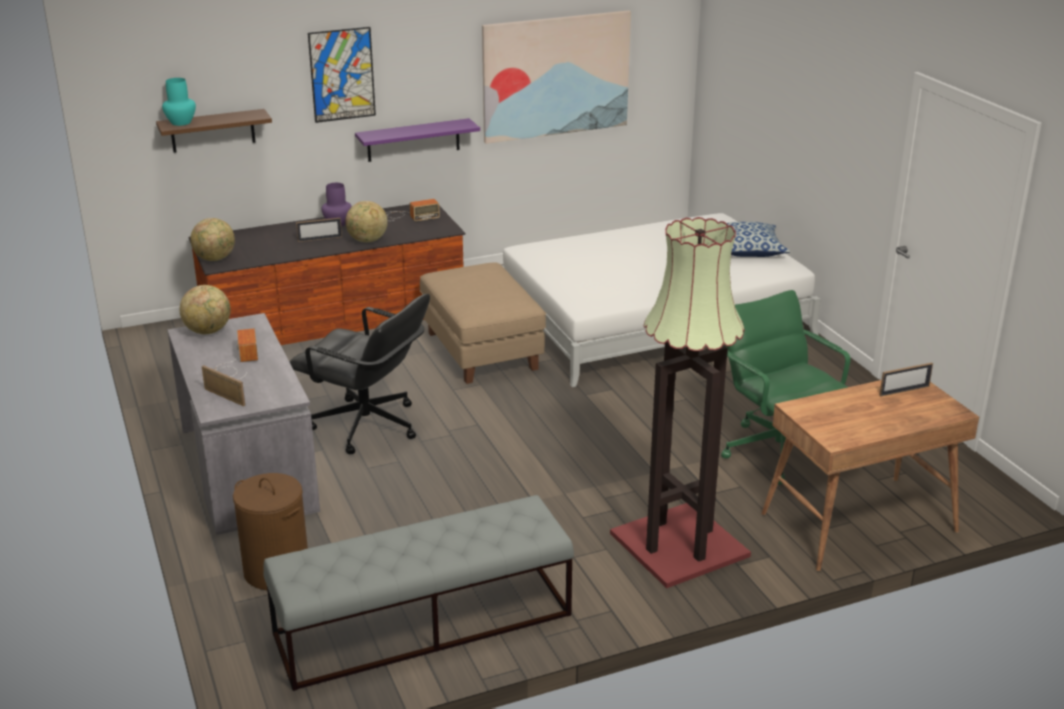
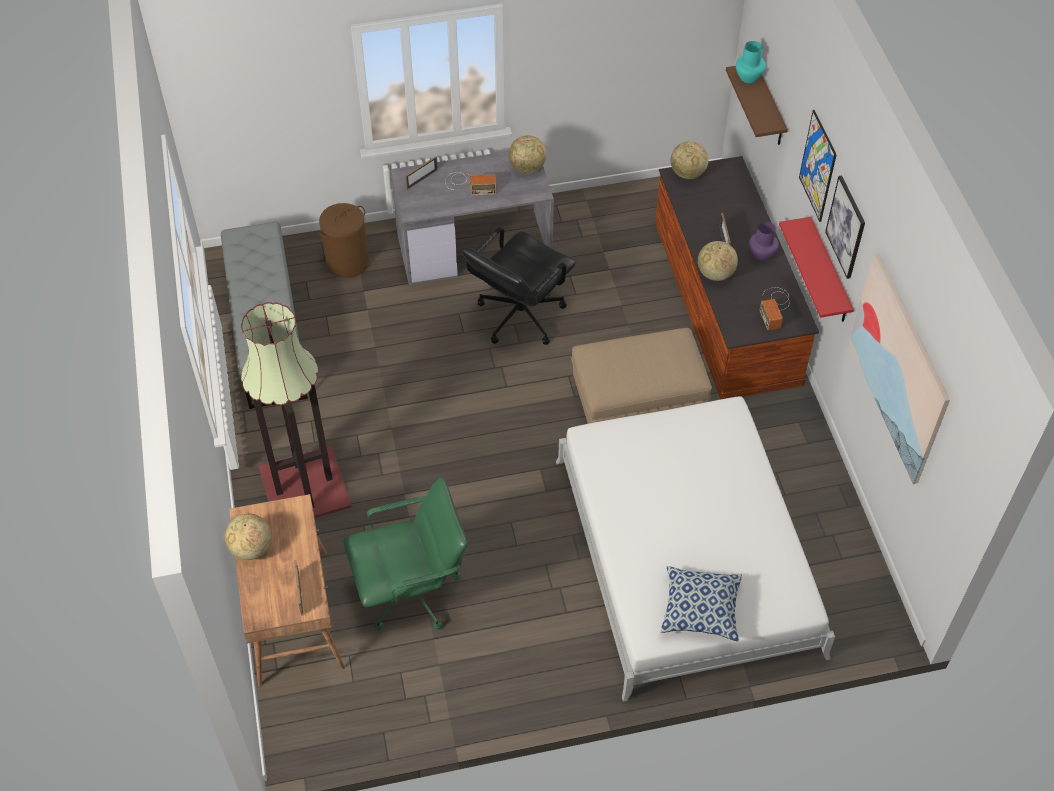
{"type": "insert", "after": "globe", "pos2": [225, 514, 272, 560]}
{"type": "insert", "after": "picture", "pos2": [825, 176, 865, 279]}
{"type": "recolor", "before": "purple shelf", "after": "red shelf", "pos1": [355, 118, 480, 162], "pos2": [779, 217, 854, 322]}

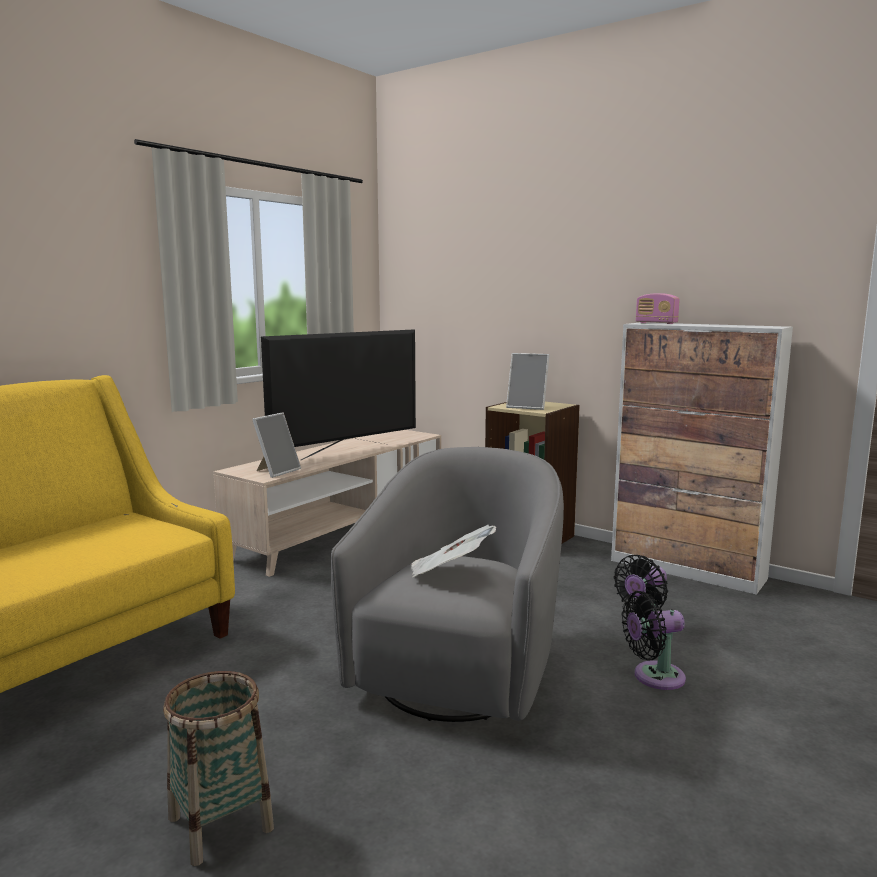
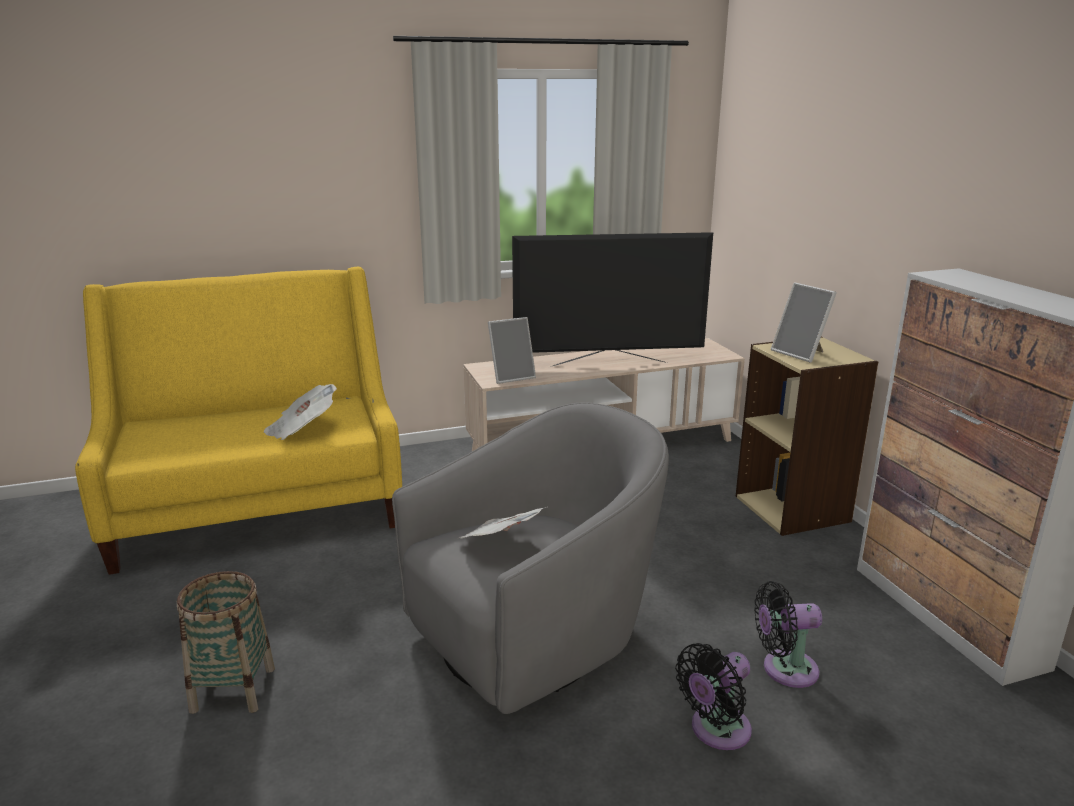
{"type": "delete", "before": "radio", "pos1": [636, 293, 680, 324]}
{"type": "insert", "after": "newspaper", "pos2": [264, 384, 337, 440]}
{"type": "rotate", "before": "black fan", "pos1": [622, 591, 686, 690], "pos2": [675, 643, 752, 750], "turn": -60}

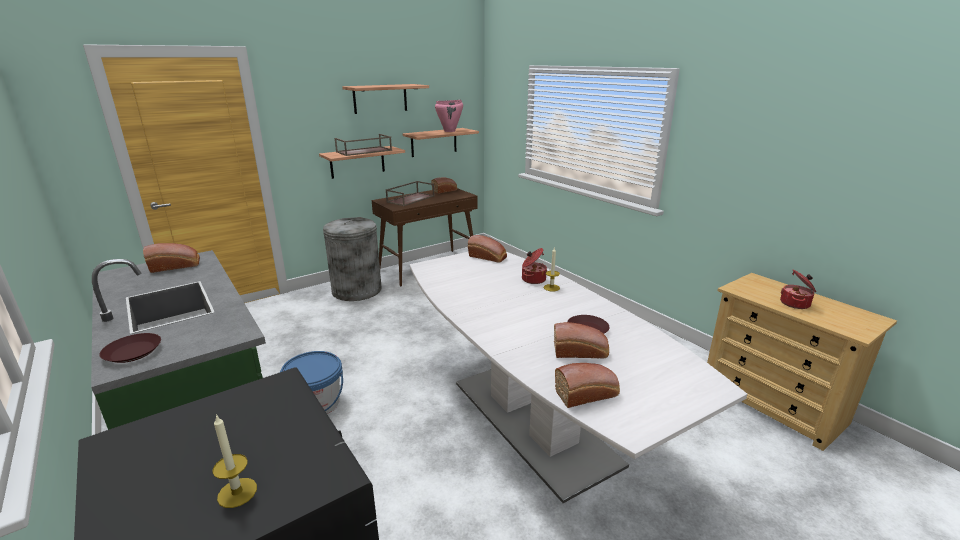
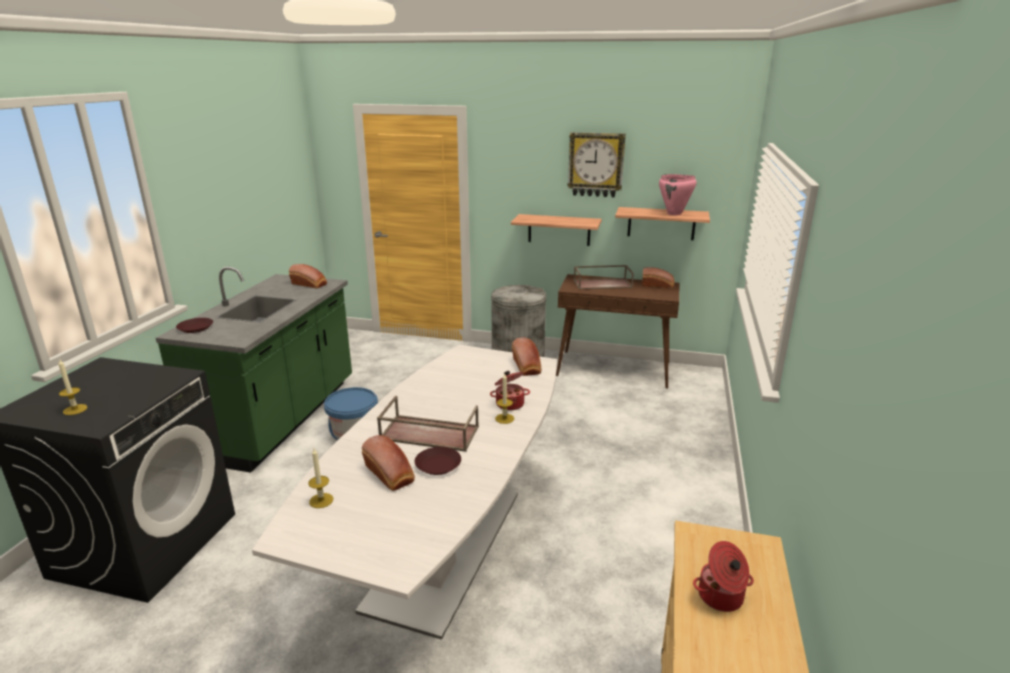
{"type": "move", "before": "brown tray", "pos1": [335, 134, 392, 156], "pos2": [377, 396, 479, 452]}
{"type": "replace", "before": "shelf", "after": "wall clock", "pos1": [342, 84, 429, 114], "pos2": [567, 132, 626, 197]}
{"type": "replace", "before": "bread", "after": "candle", "pos1": [555, 363, 620, 408], "pos2": [308, 448, 333, 508]}

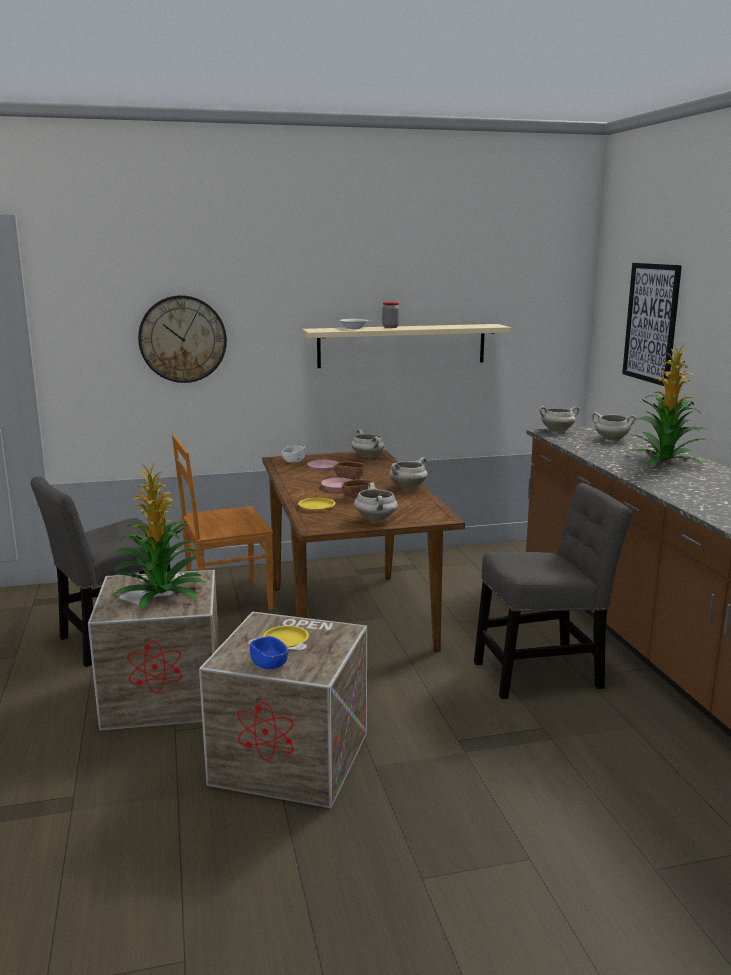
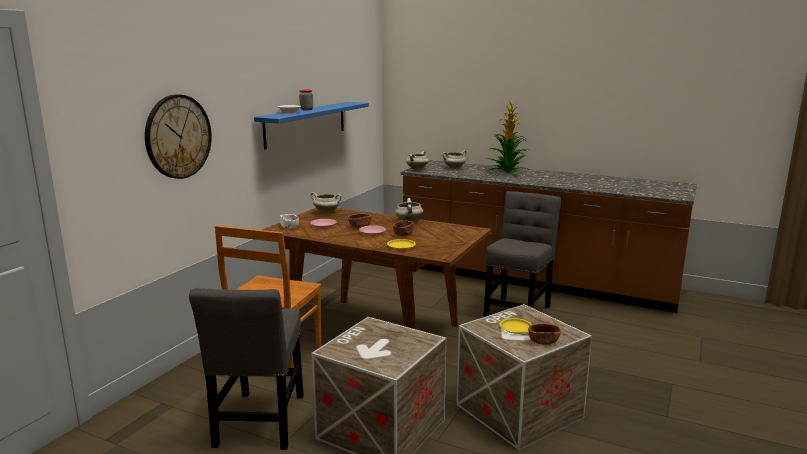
{"type": "delete", "before": "potted plant", "pos1": [113, 462, 207, 609]}
{"type": "delete", "before": "white cooking pot", "pos1": [354, 482, 398, 522]}
{"type": "delete", "before": "picture", "pos1": [622, 263, 682, 386]}
{"type": "recolor", "before": "blue bowl", "after": "brown bowl", "pos1": [250, 636, 288, 669], "pos2": [528, 323, 561, 345]}
{"type": "recolor", "before": "beige shelf", "after": "blue shelf", "pos1": [302, 324, 511, 368], "pos2": [254, 102, 369, 149]}

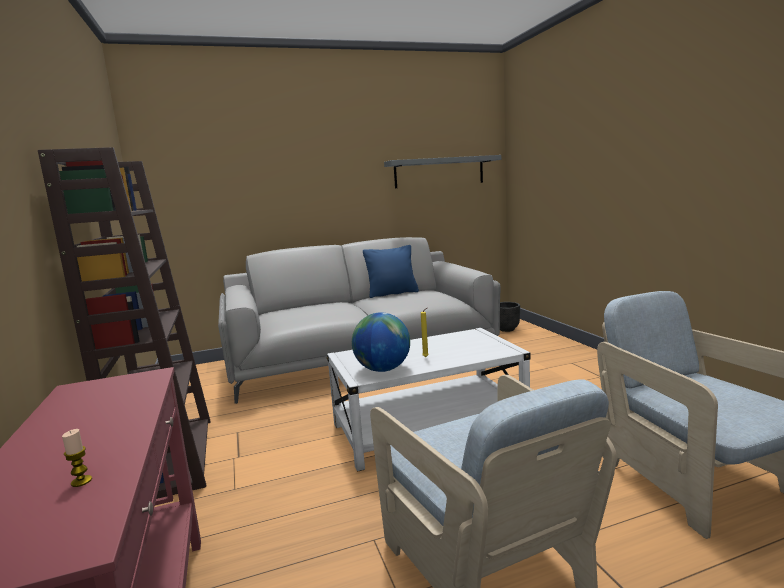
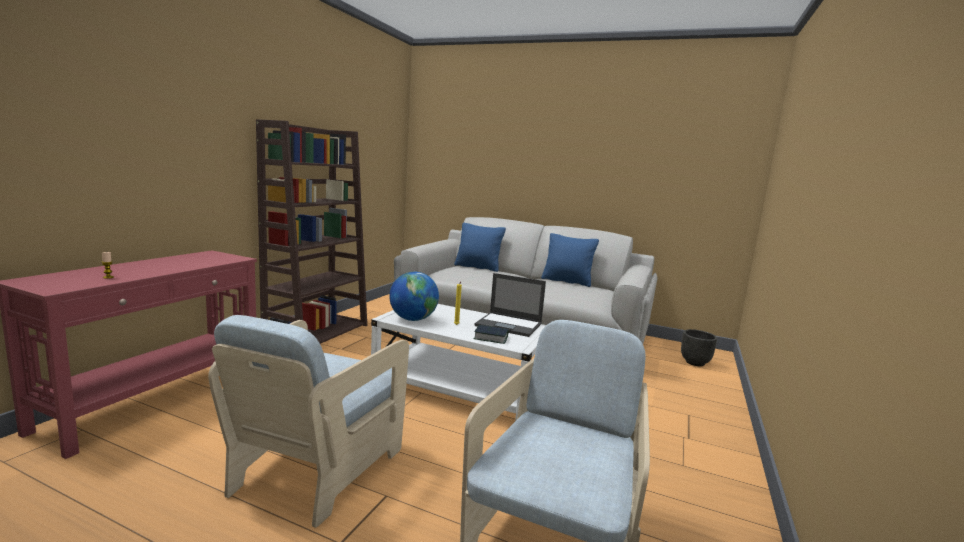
{"type": "delete", "before": "grey shelf", "pos1": [384, 155, 501, 188]}
{"type": "insert", "after": "blue pillow", "pos2": [454, 223, 506, 272]}
{"type": "insert", "after": "laptop", "pos2": [474, 273, 546, 337]}
{"type": "insert", "after": "book", "pos2": [474, 325, 509, 344]}

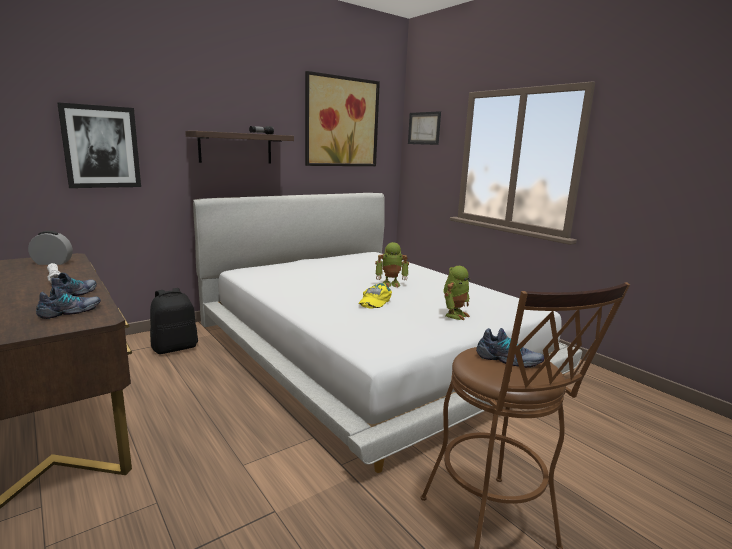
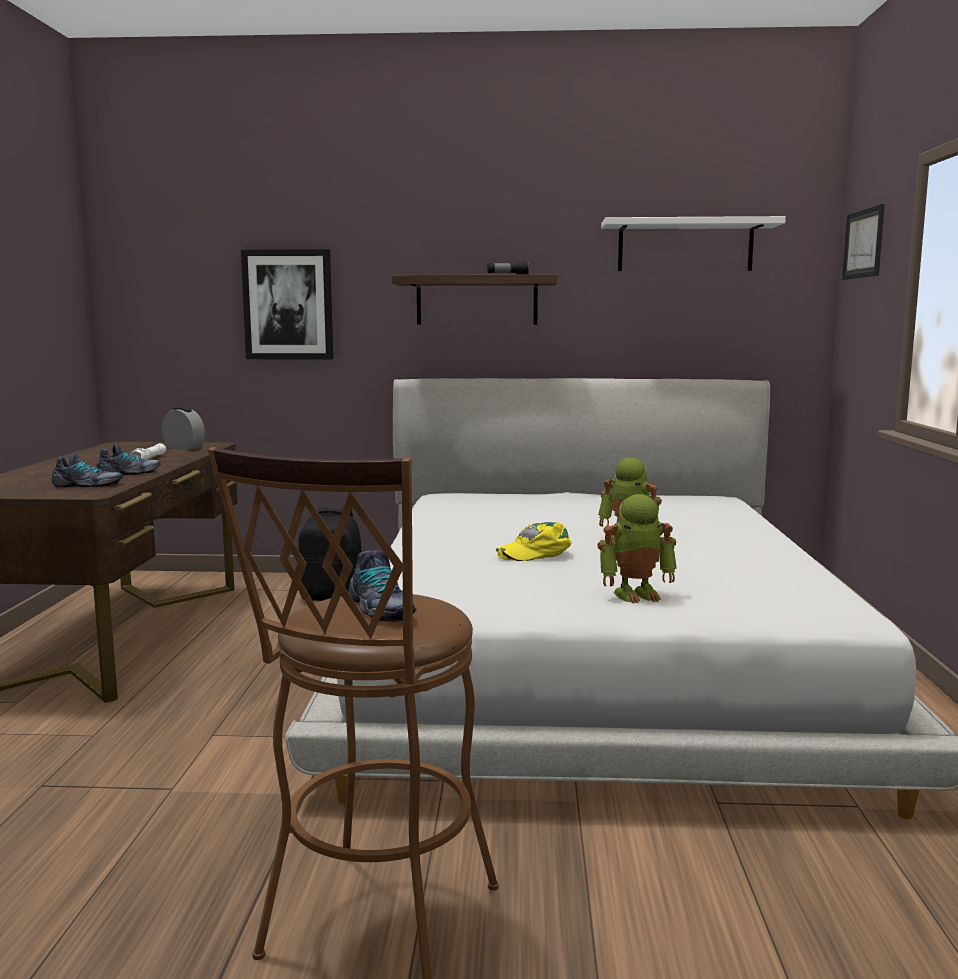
{"type": "replace", "before": "picture", "after": "white shelf", "pos1": [305, 71, 380, 166], "pos2": [601, 216, 786, 271]}

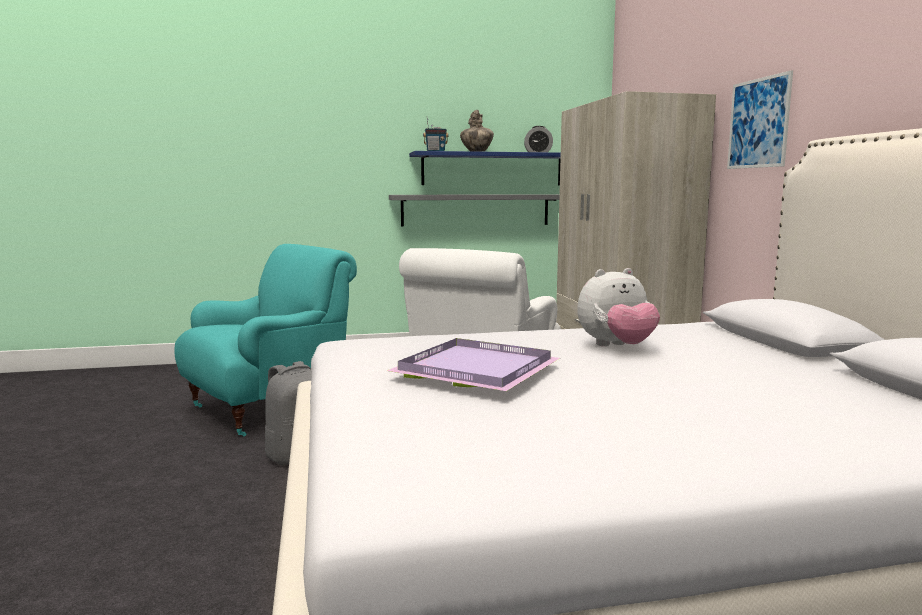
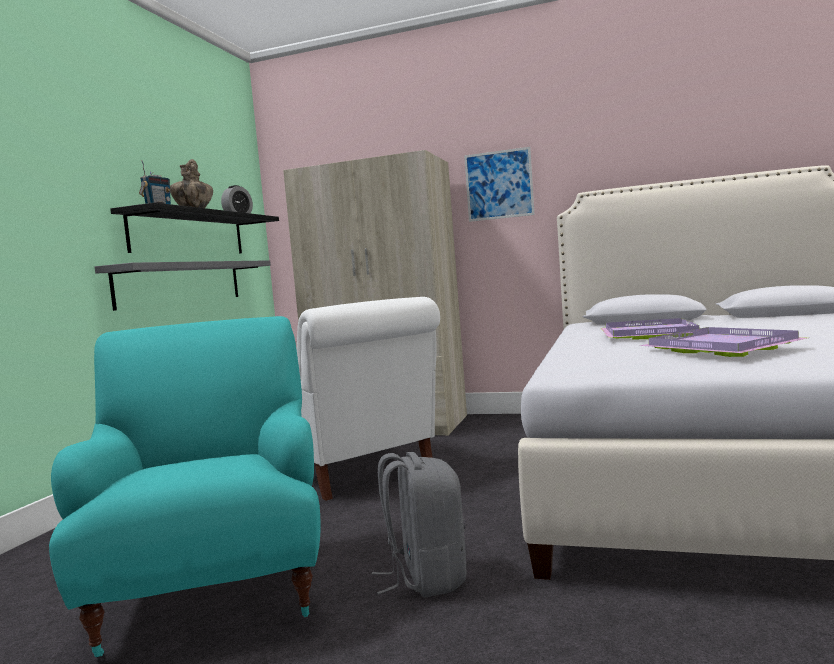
{"type": "replace", "before": "plush toy", "after": "purple tray", "pos1": [577, 268, 660, 346], "pos2": [601, 318, 699, 340]}
{"type": "recolor", "before": "blue shelf", "after": "black shelf", "pos1": [409, 151, 561, 185], "pos2": [110, 203, 279, 253]}

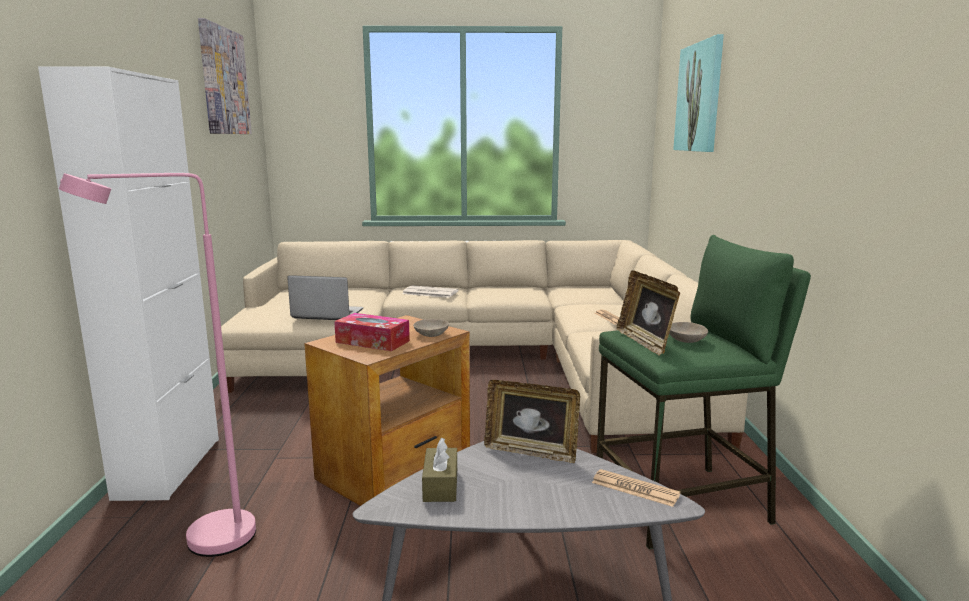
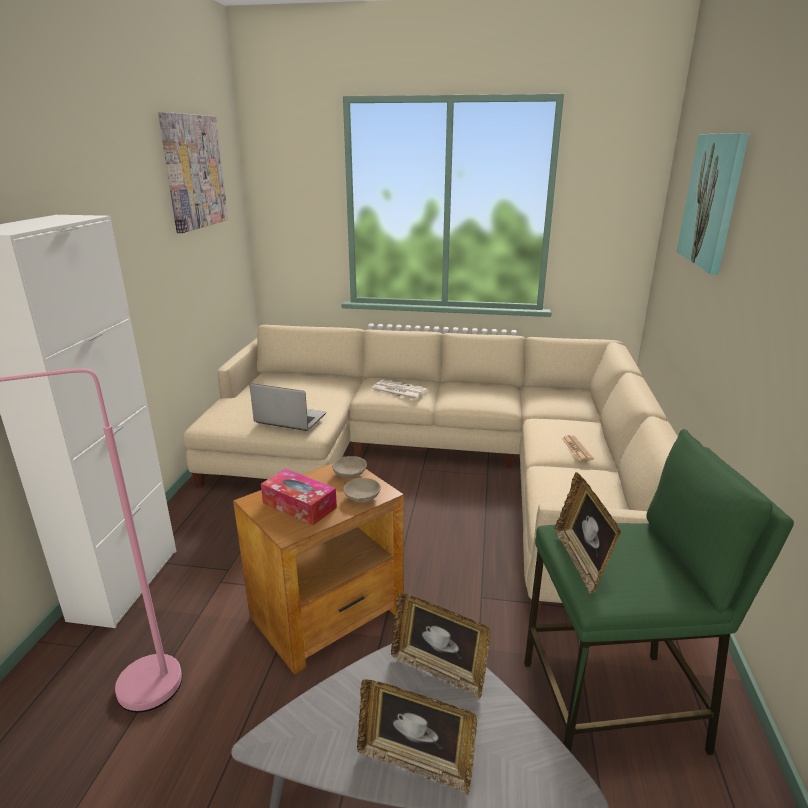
{"type": "delete", "before": "brown tissue box", "pos1": [422, 437, 457, 502]}
{"type": "delete", "before": "newspaper", "pos1": [592, 469, 680, 507]}
{"type": "insert", "after": "picture frame", "pos2": [357, 679, 477, 795]}
{"type": "move", "before": "beige bowl", "pos1": [669, 322, 708, 343], "pos2": [332, 456, 367, 479]}

